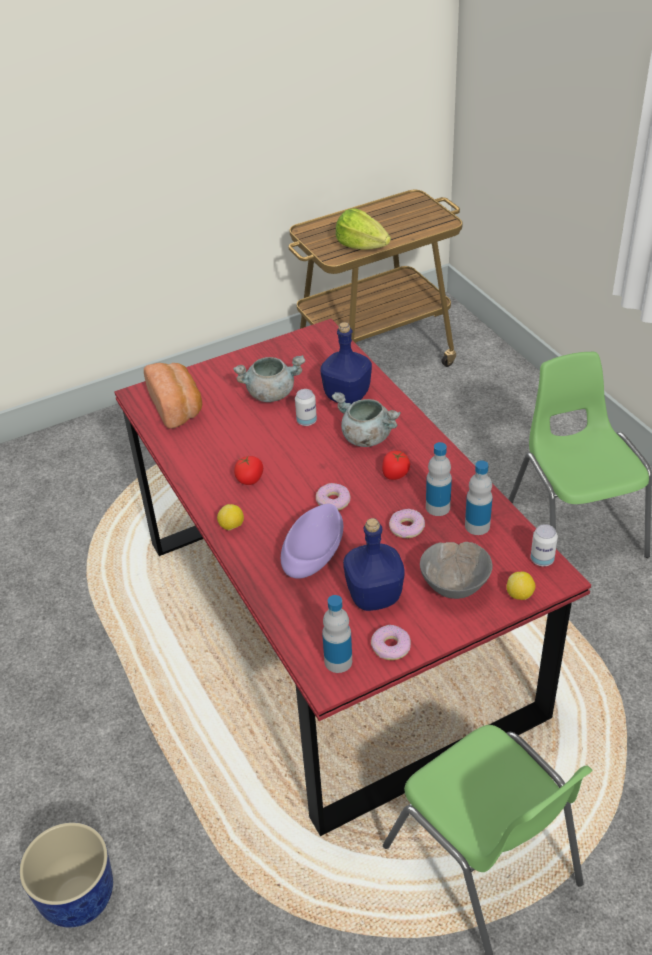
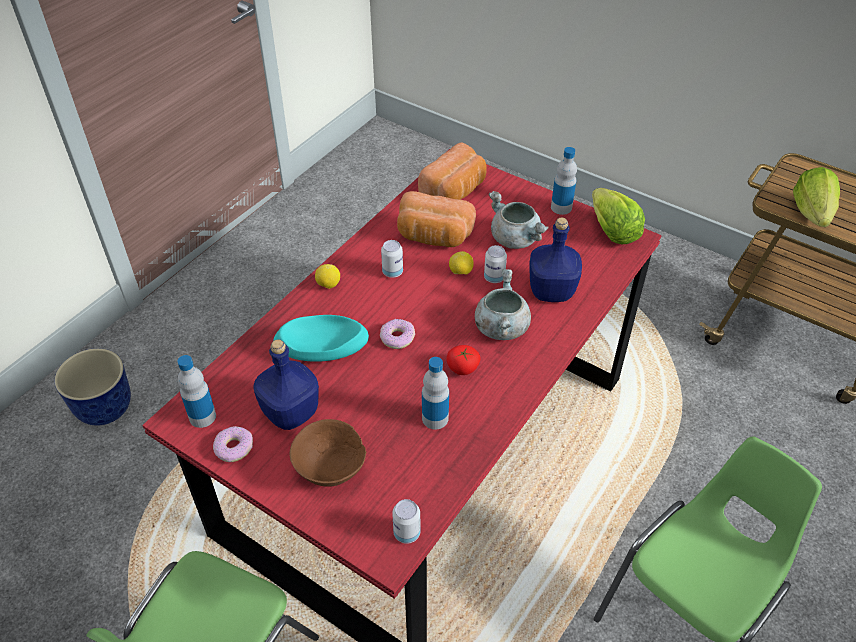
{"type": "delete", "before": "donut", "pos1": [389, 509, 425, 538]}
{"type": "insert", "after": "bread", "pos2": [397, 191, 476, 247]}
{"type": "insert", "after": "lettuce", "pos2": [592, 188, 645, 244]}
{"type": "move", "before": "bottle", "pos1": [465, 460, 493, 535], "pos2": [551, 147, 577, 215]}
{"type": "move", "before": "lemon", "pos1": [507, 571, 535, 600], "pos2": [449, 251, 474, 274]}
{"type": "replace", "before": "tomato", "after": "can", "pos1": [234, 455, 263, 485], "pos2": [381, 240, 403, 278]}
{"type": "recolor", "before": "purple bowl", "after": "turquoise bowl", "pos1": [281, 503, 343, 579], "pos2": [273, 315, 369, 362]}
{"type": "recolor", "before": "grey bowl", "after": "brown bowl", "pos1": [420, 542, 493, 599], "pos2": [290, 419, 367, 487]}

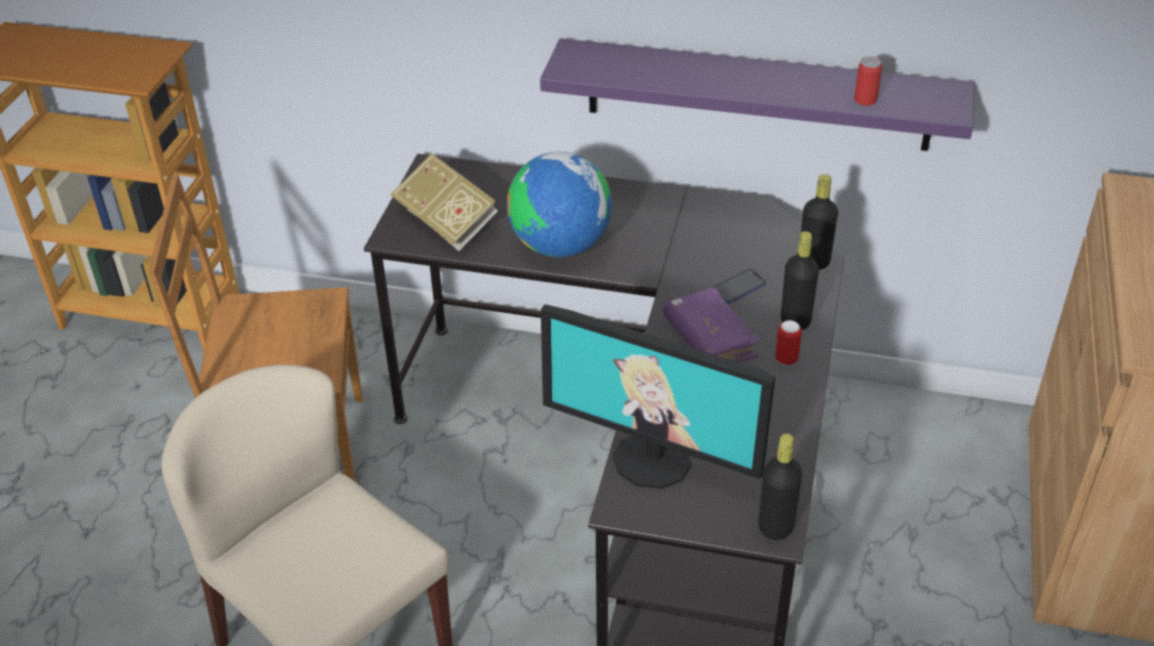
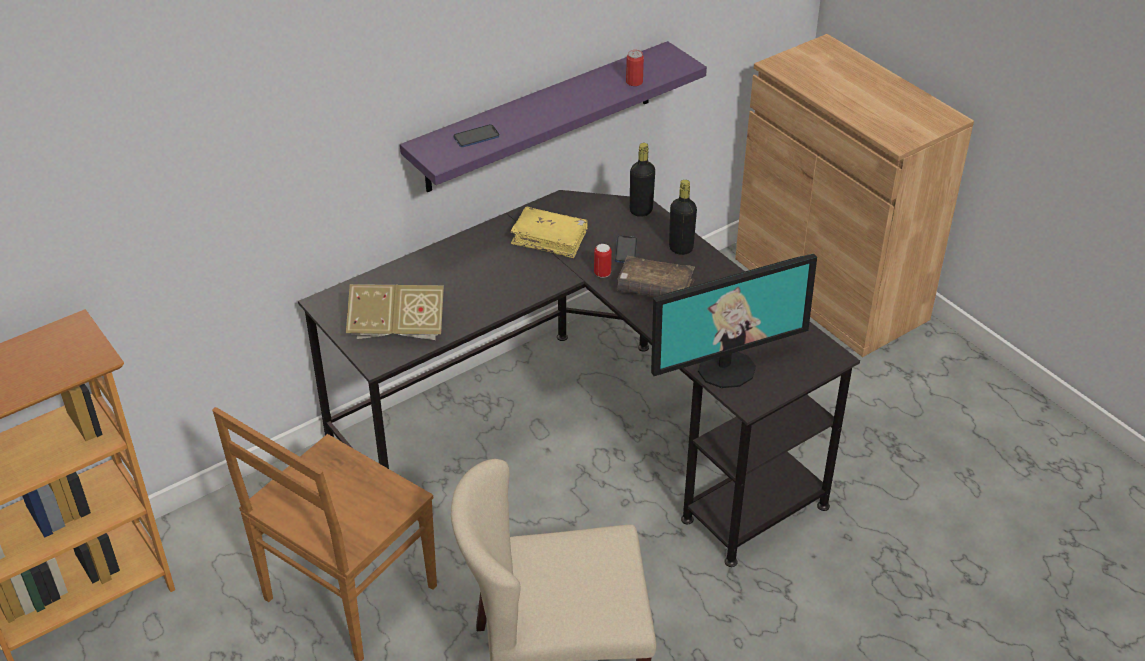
{"type": "delete", "before": "globe", "pos1": [507, 152, 612, 257]}
{"type": "delete", "before": "black bottle", "pos1": [758, 434, 802, 540]}
{"type": "insert", "after": "phone", "pos2": [453, 124, 500, 147]}
{"type": "insert", "after": "yellow book", "pos2": [511, 206, 588, 258]}
{"type": "move", "before": "can", "pos1": [775, 320, 802, 366], "pos2": [594, 244, 612, 278]}
{"type": "recolor", "before": "purple book", "after": "brown book", "pos1": [663, 288, 761, 362], "pos2": [617, 256, 695, 297]}

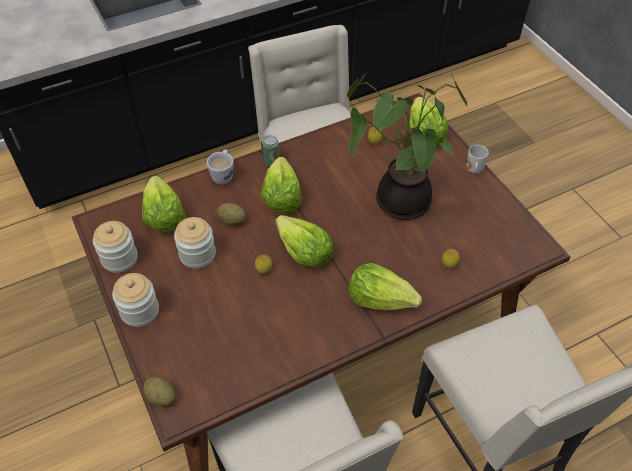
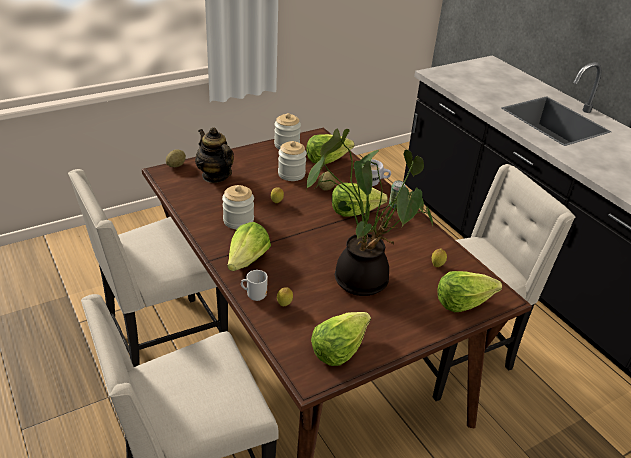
{"type": "insert", "after": "teapot", "pos2": [195, 127, 234, 183]}
{"type": "move", "before": "jar", "pos1": [112, 273, 159, 327], "pos2": [222, 185, 254, 229]}
{"type": "move", "before": "lettuce", "pos1": [276, 215, 334, 268], "pos2": [311, 312, 371, 366]}
{"type": "move", "before": "mug", "pos1": [466, 145, 489, 173], "pos2": [241, 270, 268, 301]}

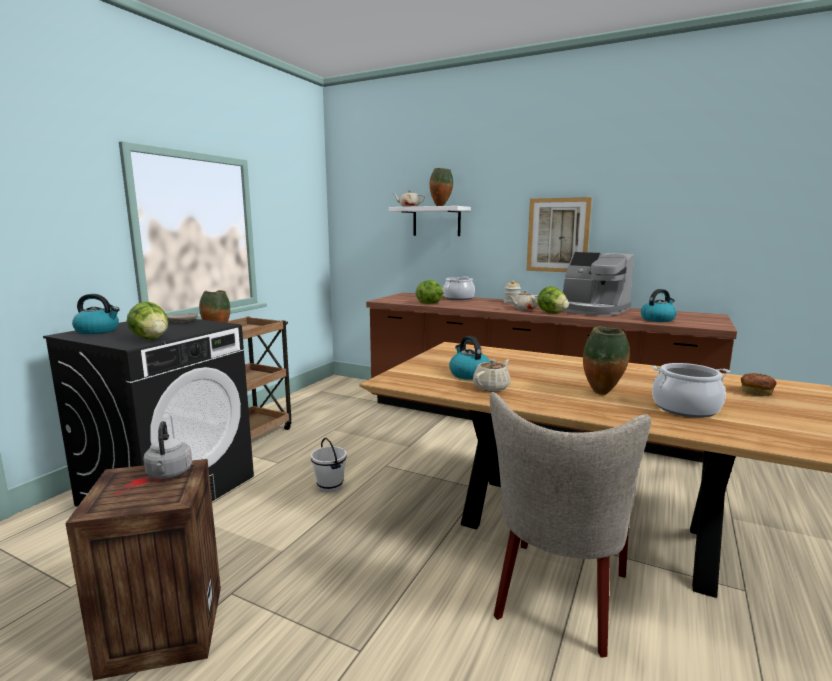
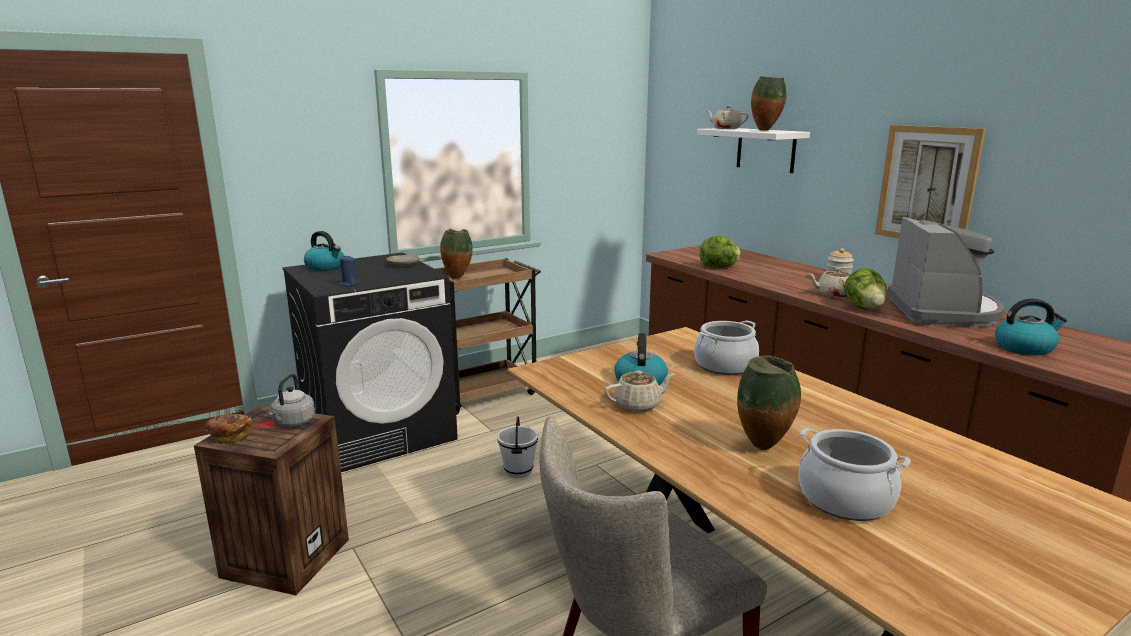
{"type": "move", "before": "cooking pot", "pos1": [443, 276, 475, 300], "pos2": [694, 320, 759, 375]}
{"type": "move", "before": "bread", "pos1": [740, 373, 777, 396], "pos2": [205, 414, 252, 445]}
{"type": "replace", "before": "lettuce", "after": "blue candle", "pos1": [126, 301, 168, 340], "pos2": [339, 255, 359, 286]}
{"type": "rotate", "before": "coffee machine", "pos1": [563, 252, 634, 316], "pos2": [887, 217, 1005, 327], "turn": -150}

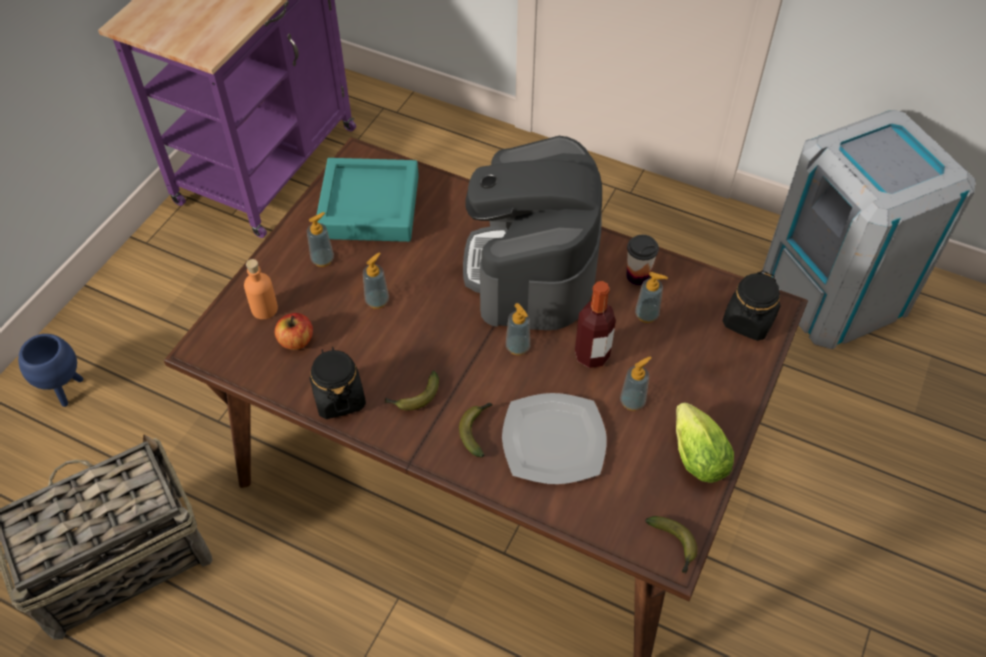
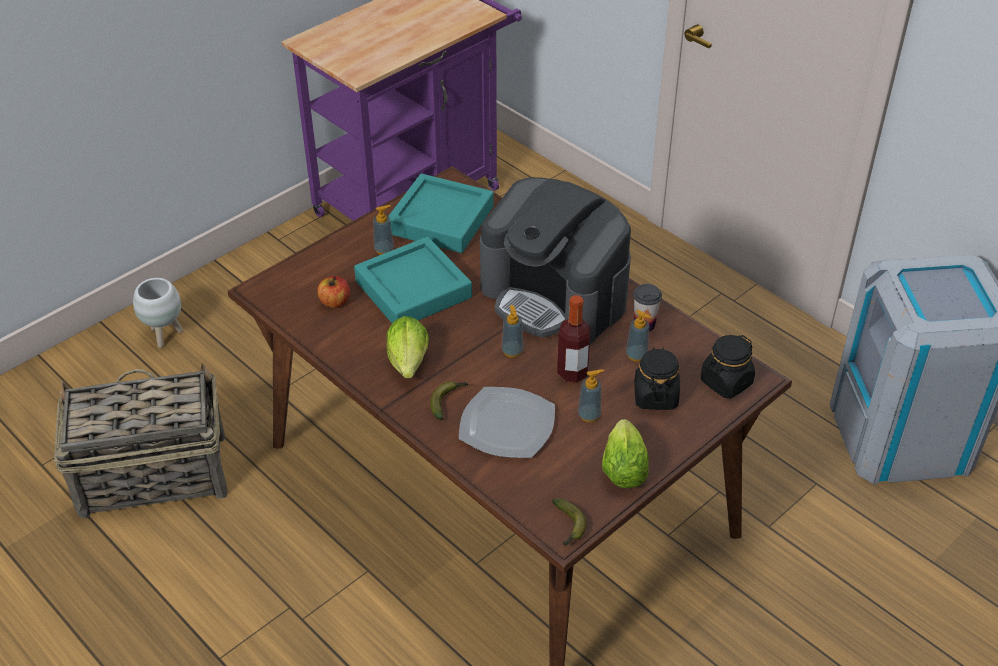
{"type": "delete", "before": "orange bottle", "pos1": [244, 259, 278, 319]}
{"type": "move", "before": "black jar", "pos1": [310, 347, 366, 419], "pos2": [634, 347, 680, 410]}
{"type": "replace", "before": "soap dispenser", "after": "turquoise tray", "pos1": [363, 252, 389, 309], "pos2": [354, 237, 472, 323]}
{"type": "replace", "before": "banana", "after": "lettuce", "pos1": [385, 371, 439, 411], "pos2": [386, 316, 429, 378]}
{"type": "recolor", "before": "blue planter", "after": "white planter", "pos1": [18, 334, 83, 407], "pos2": [133, 278, 183, 348]}
{"type": "rotate", "before": "coffee machine", "pos1": [463, 136, 602, 330], "pos2": [480, 177, 631, 344], "turn": -75}

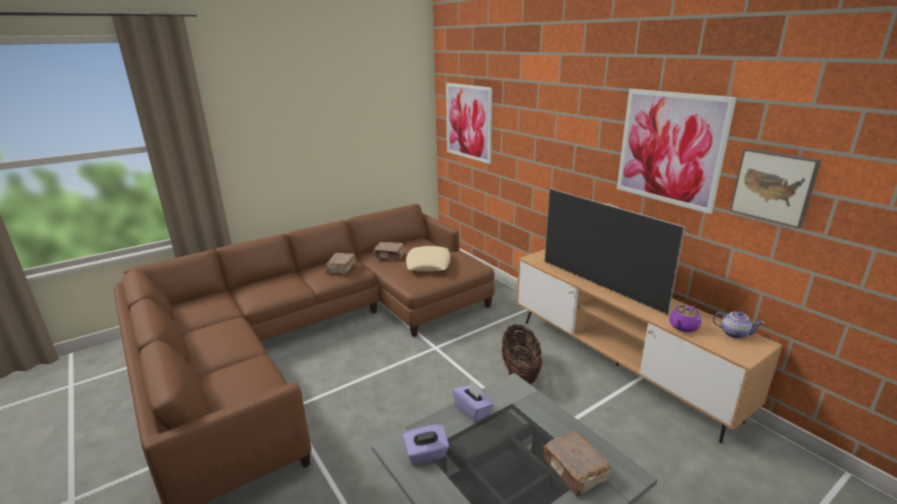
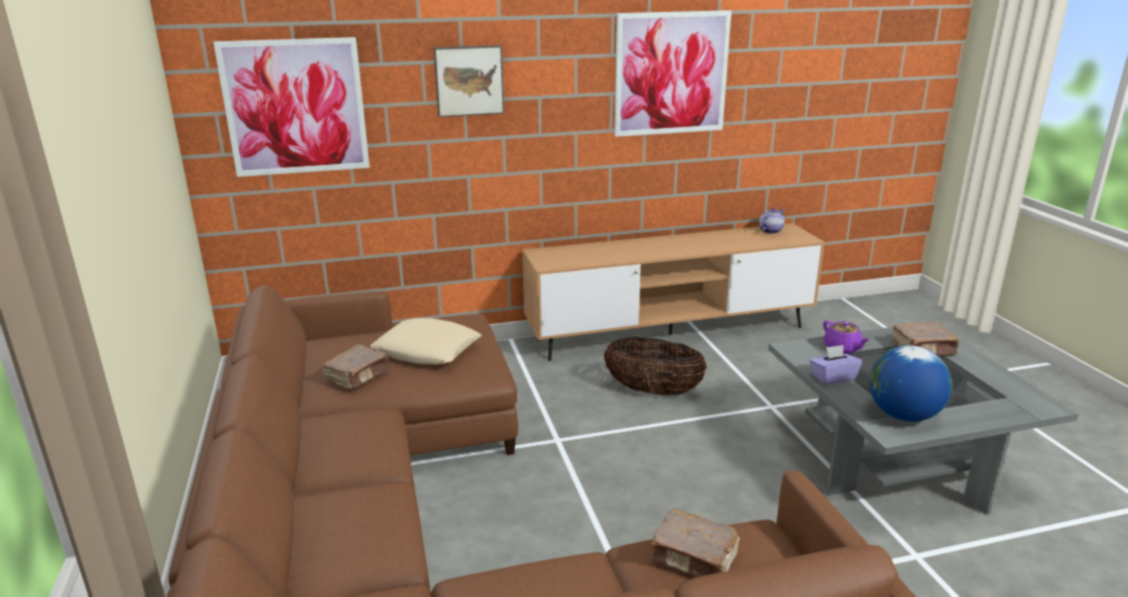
{"type": "delete", "before": "television", "pos1": [545, 189, 685, 315]}
{"type": "move", "before": "brown book", "pos1": [326, 253, 356, 275], "pos2": [650, 509, 740, 577]}
{"type": "move", "before": "purple teapot", "pos1": [669, 306, 701, 332], "pos2": [823, 321, 869, 354]}
{"type": "move", "before": "picture", "pos1": [730, 148, 821, 228], "pos2": [433, 45, 504, 117]}
{"type": "replace", "before": "purple tissue box", "after": "globe", "pos1": [402, 424, 449, 465], "pos2": [869, 345, 952, 422]}

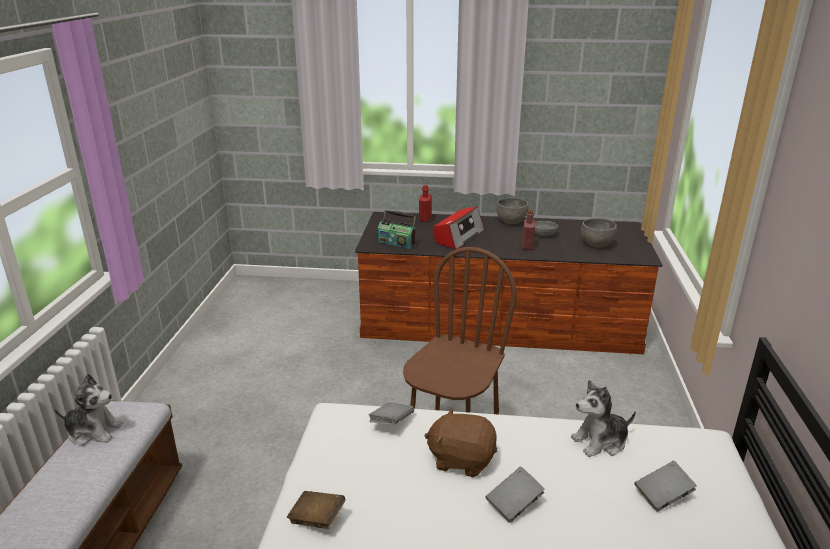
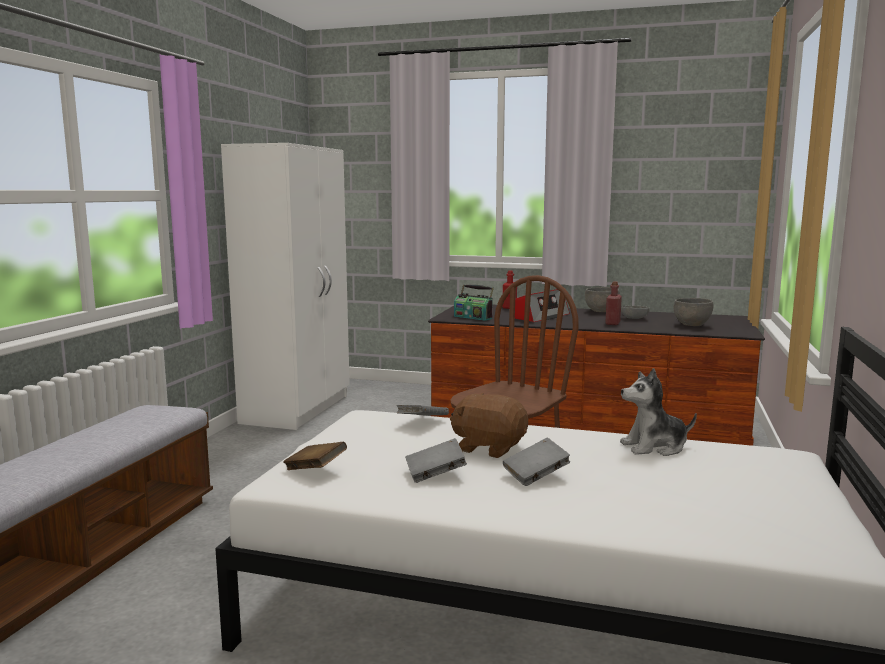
{"type": "delete", "before": "plush toy", "pos1": [54, 374, 123, 446]}
{"type": "insert", "after": "white wardrobe", "pos2": [221, 143, 350, 430]}
{"type": "move", "before": "grey book", "pos1": [634, 461, 697, 512], "pos2": [405, 438, 467, 483]}

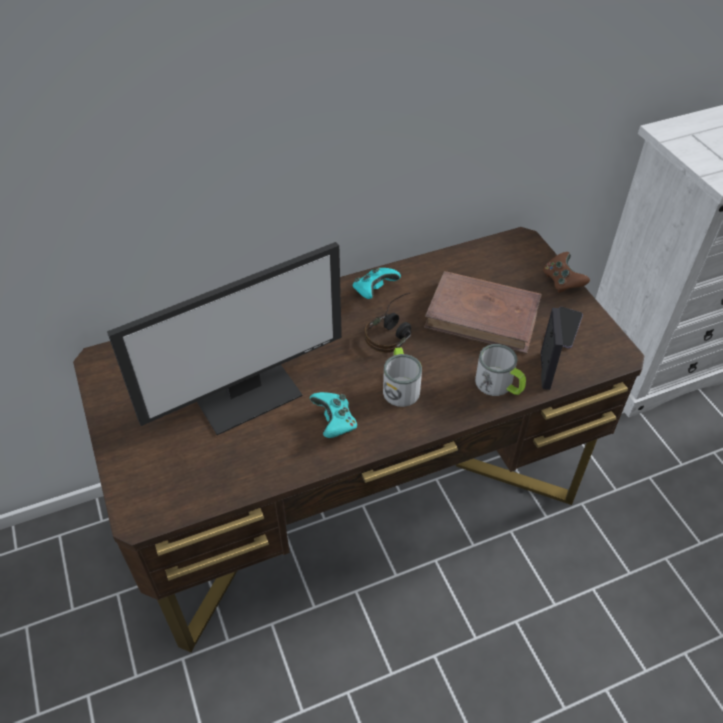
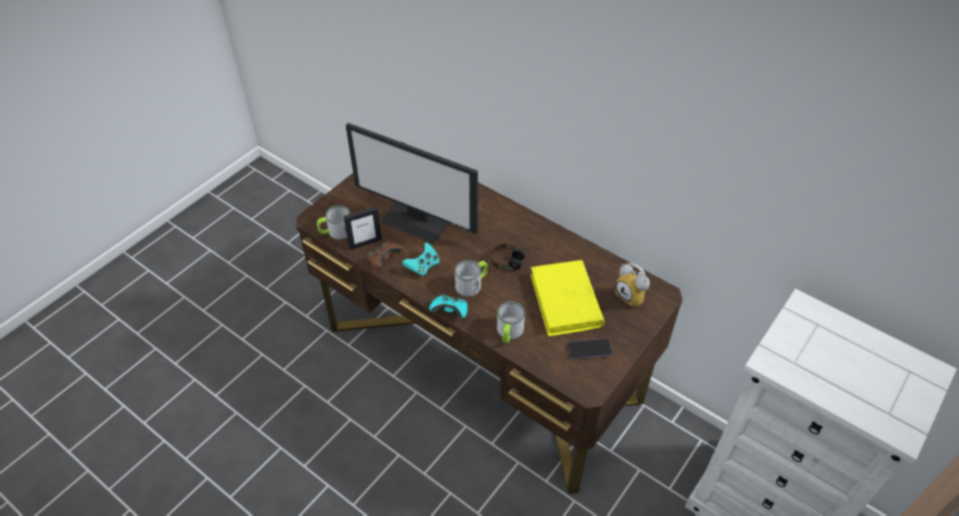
{"type": "insert", "after": "mug", "pos2": [317, 205, 350, 240]}
{"type": "insert", "after": "alarm clock", "pos2": [615, 263, 650, 307]}
{"type": "move", "before": "turquoise game controller", "pos1": [352, 267, 401, 299], "pos2": [429, 293, 468, 318]}
{"type": "move", "before": "picture frame", "pos1": [541, 308, 563, 390], "pos2": [343, 206, 382, 250]}
{"type": "move", "before": "brown game controller", "pos1": [543, 252, 590, 293], "pos2": [367, 242, 403, 269]}
{"type": "recolor", "before": "brown book", "after": "yellow book", "pos1": [424, 271, 542, 354], "pos2": [530, 260, 605, 337]}

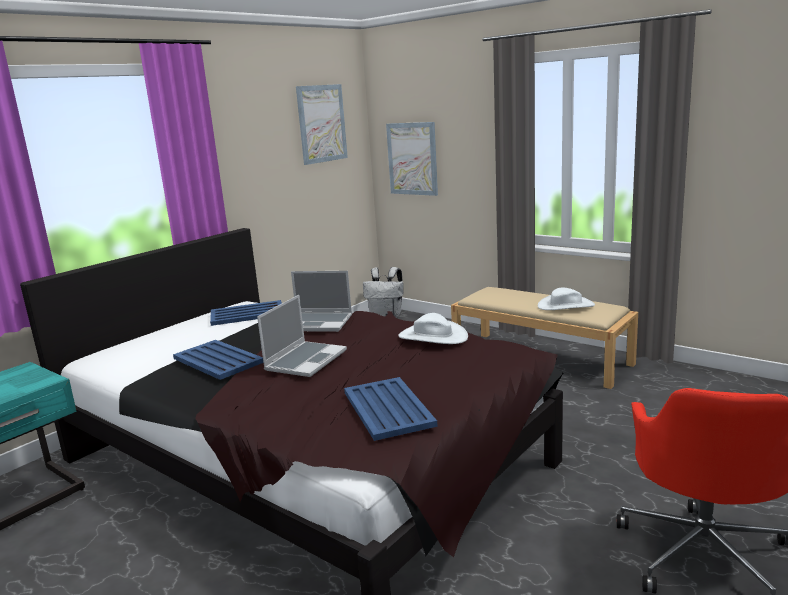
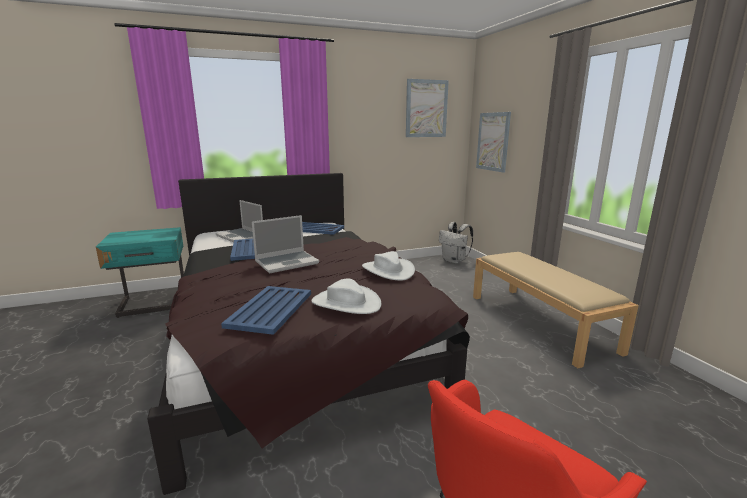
{"type": "move", "before": "laptop", "pos1": [291, 271, 352, 332], "pos2": [216, 200, 263, 242]}
{"type": "move", "before": "white hat", "pos1": [538, 288, 595, 310], "pos2": [311, 278, 381, 314]}

